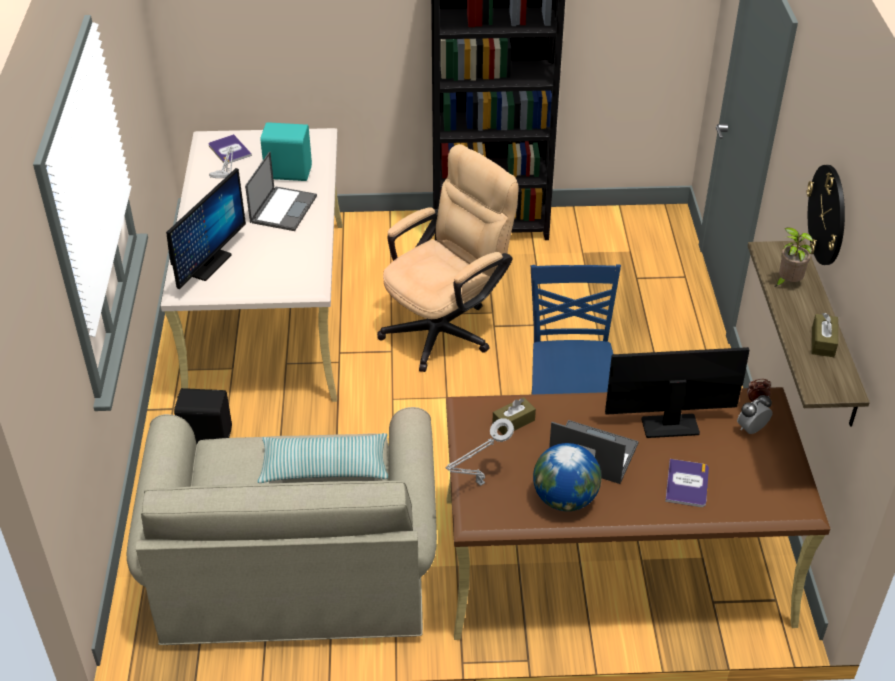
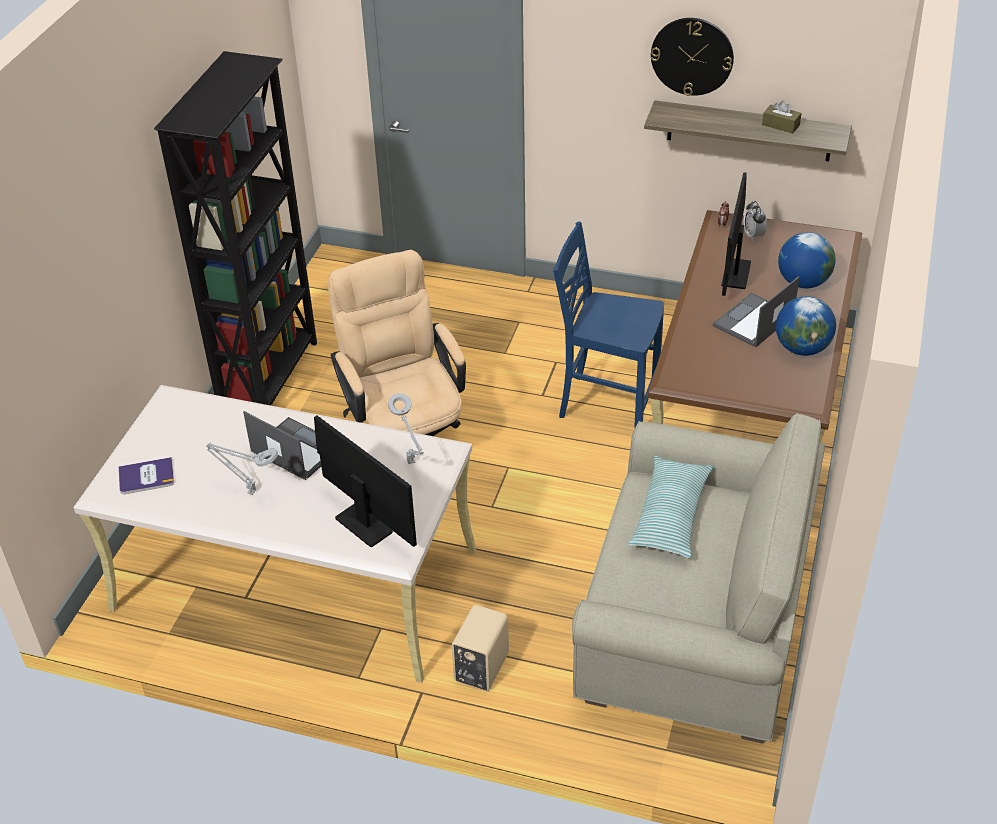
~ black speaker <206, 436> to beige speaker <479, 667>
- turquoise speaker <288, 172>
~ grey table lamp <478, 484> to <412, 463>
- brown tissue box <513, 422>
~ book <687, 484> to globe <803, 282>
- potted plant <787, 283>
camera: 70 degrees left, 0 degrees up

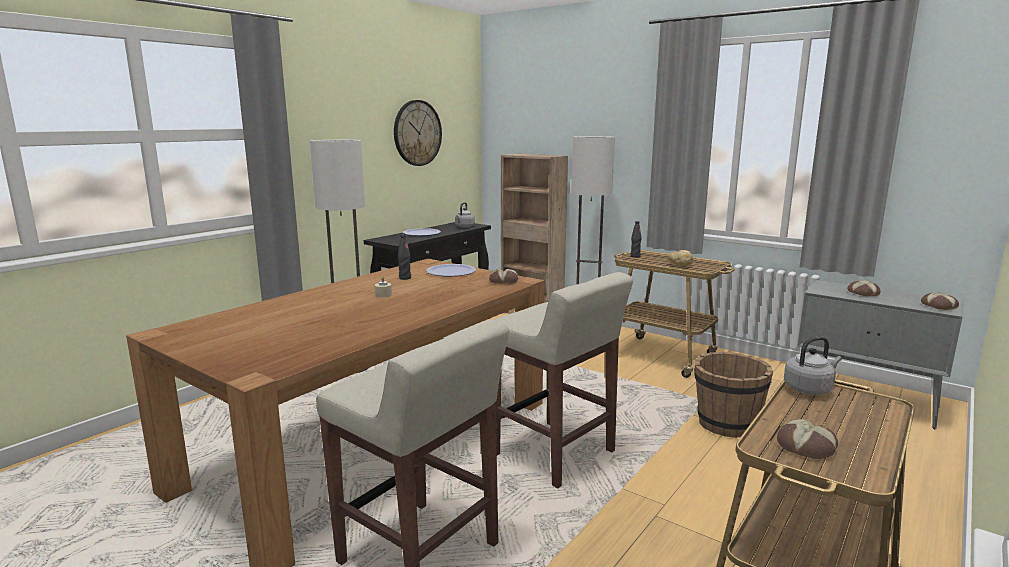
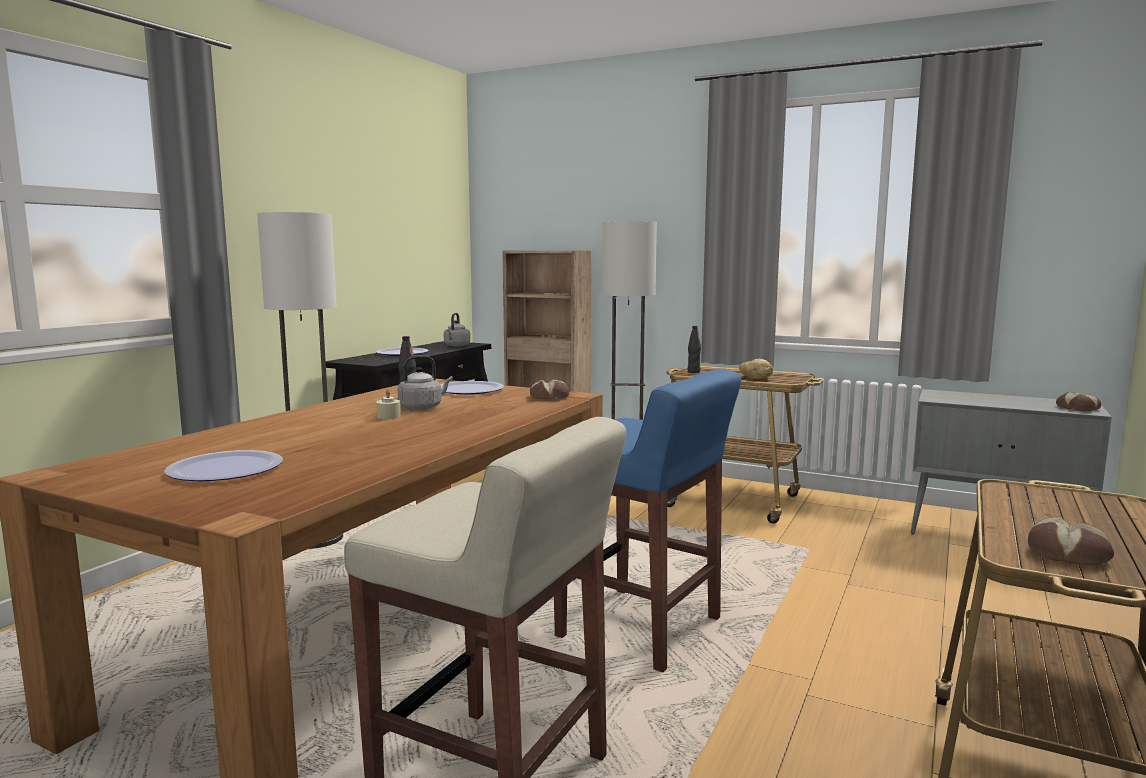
- wall clock <417, 133>
~ beige stool <555, 453> to blue stool <641, 628>
- brown bucket <726, 424>
~ grey kettle <809, 388> to <422, 407>
- bread <862, 293>
+ plate <226, 469>
camera: 10 degrees left, 5 degrees down

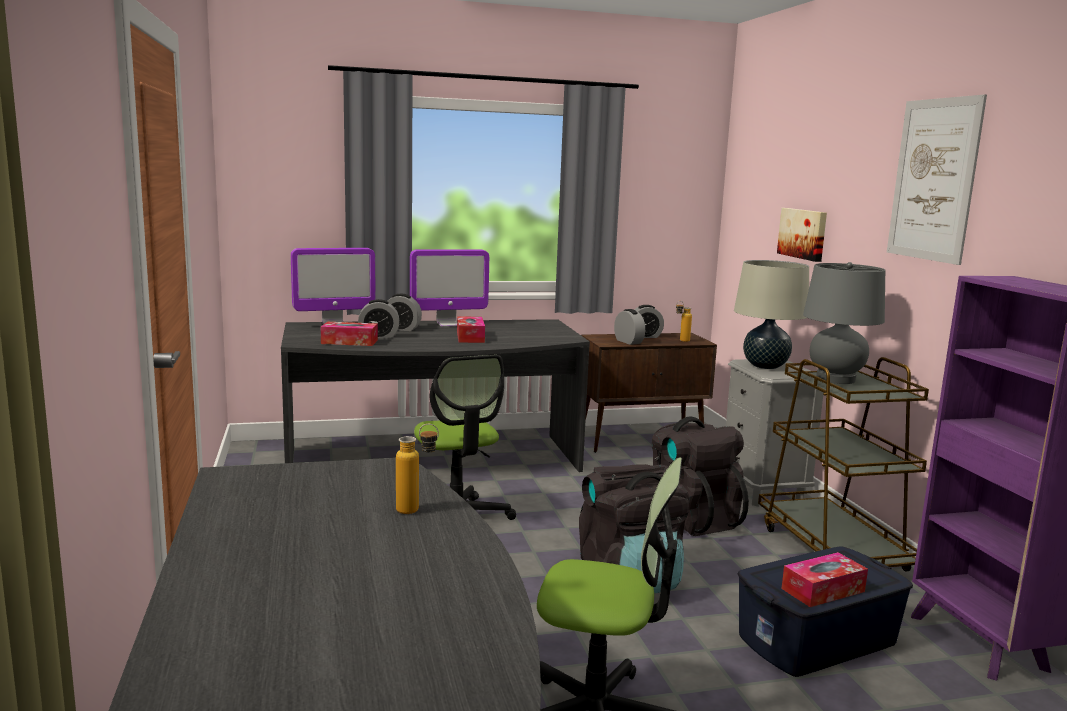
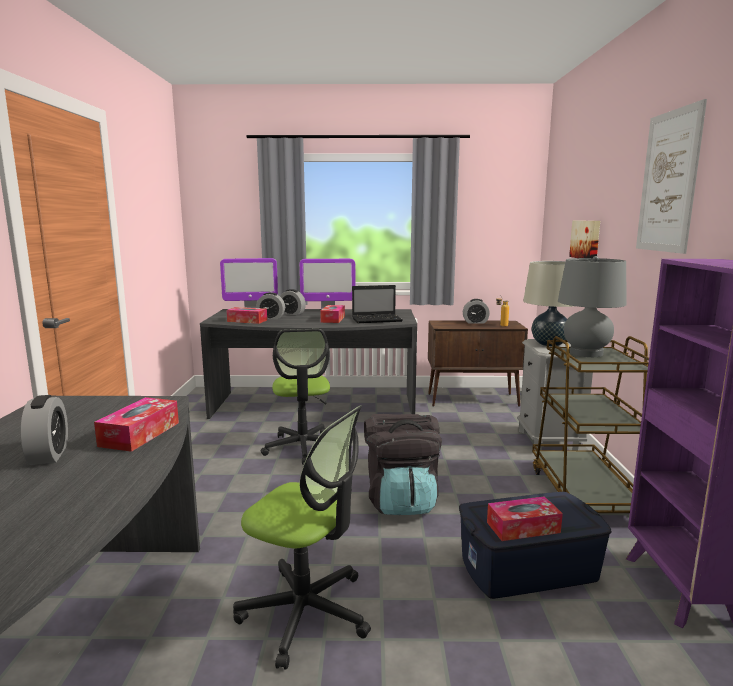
~ bottle <417, 510> to tissue box <140, 434>
~ alarm clock <628, 342> to <49, 455>
- black backpack <691, 518>
+ laptop <377, 320>
camera: 15 degrees right, 0 degrees up

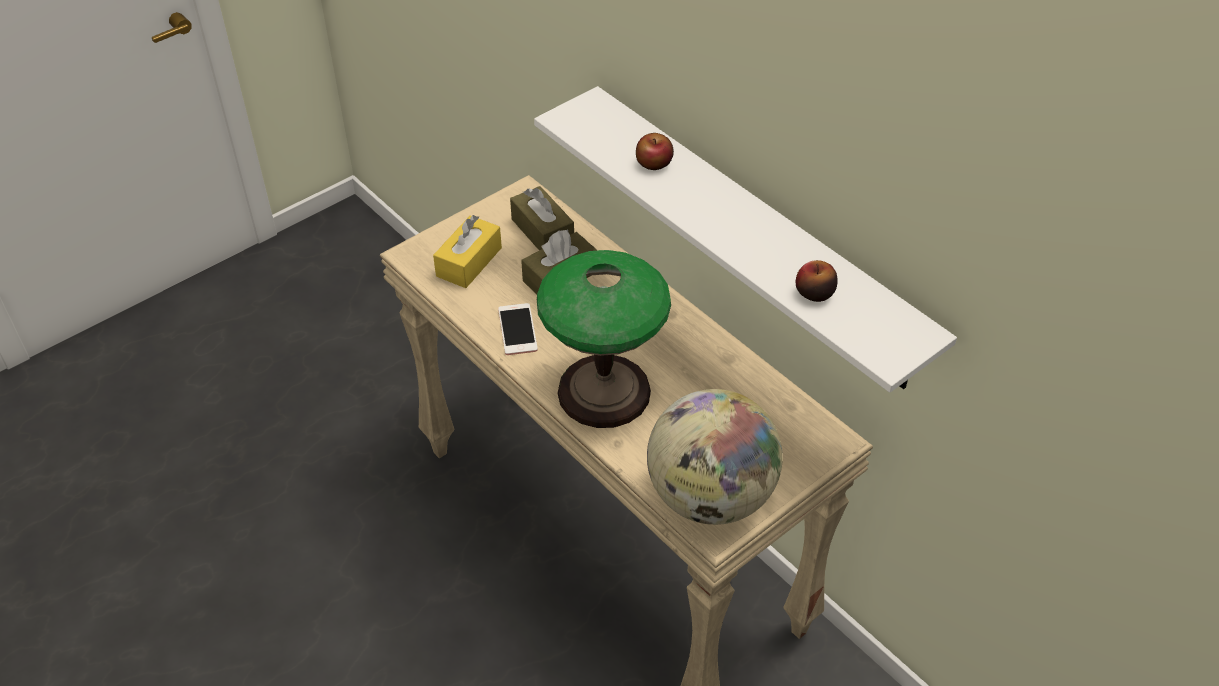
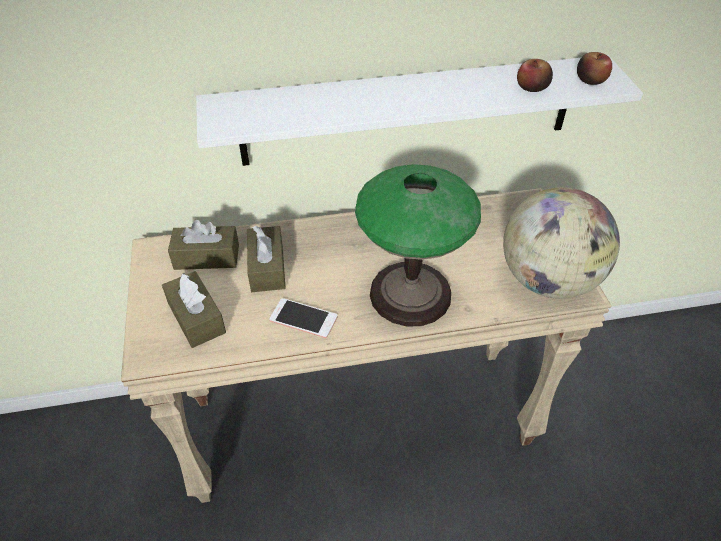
~ yellow tissue box <469, 262> to brown tissue box <196, 318>
~ apple <654, 163> to <590, 80>
camera: 60 degrees left, 0 degrees up

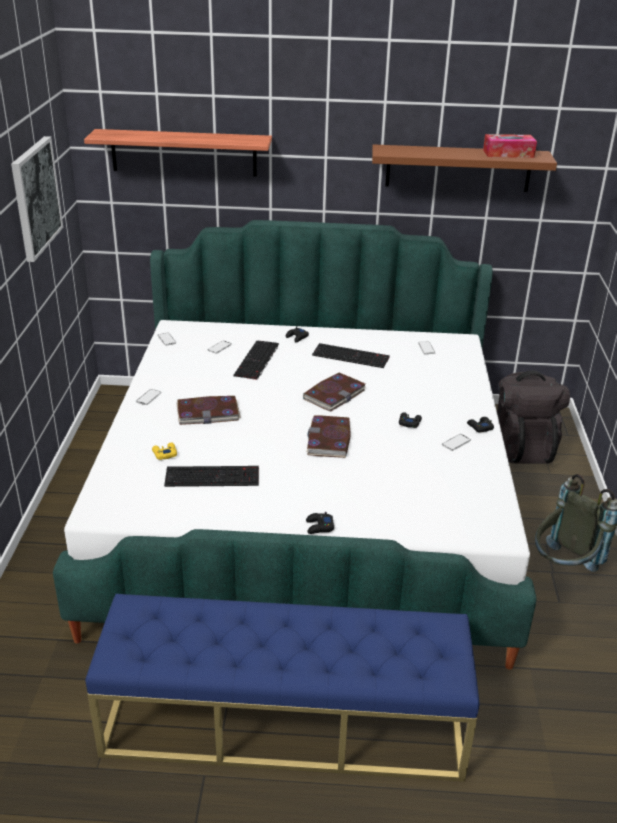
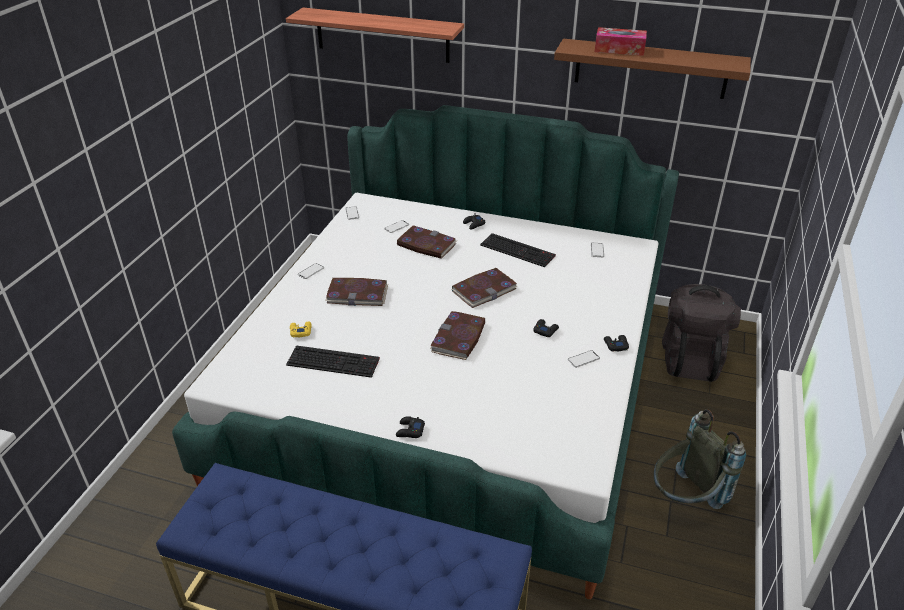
- picture <35, 197>
~ keyboard <257, 360> to book <426, 245>
~ tissue box <508, 153> to <619, 49>
camera: 15 degrees right, 5 degrees up

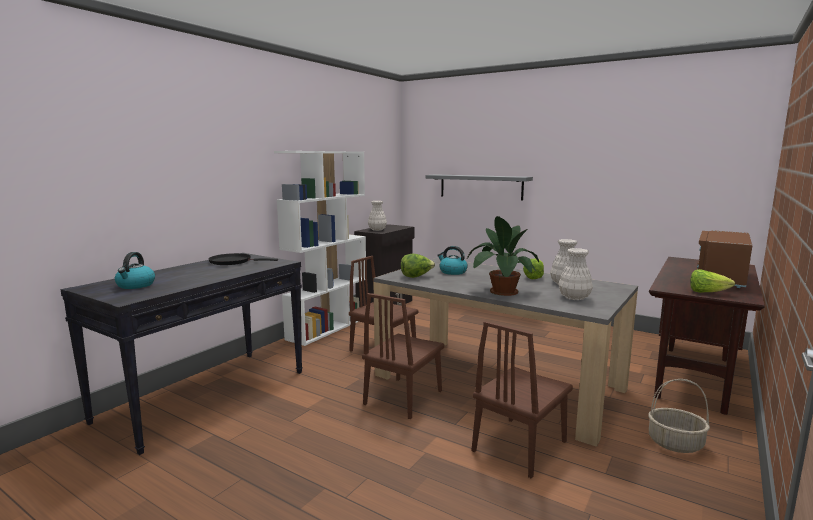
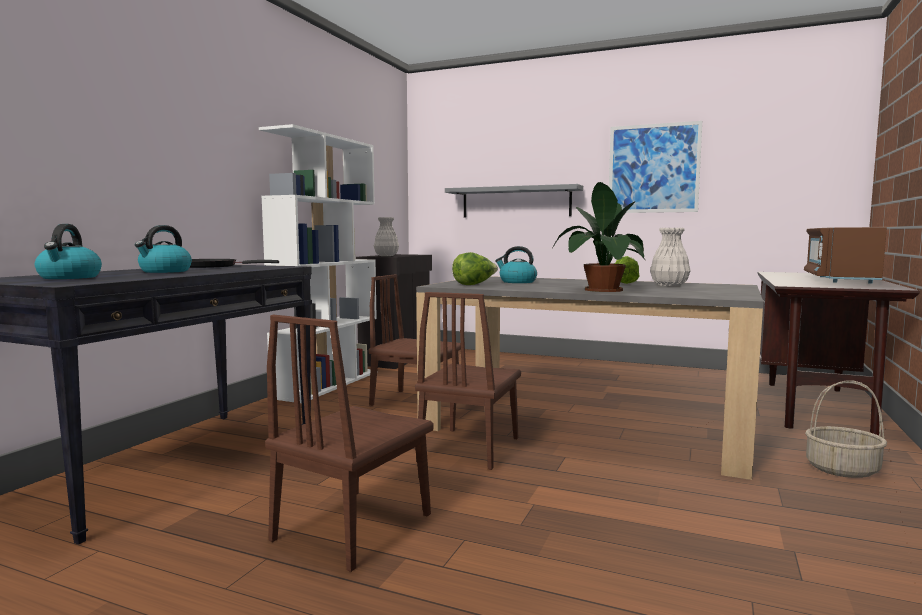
~ brown chair <519, 445> to <353, 526>
- white vase <574, 297>
- lettuce <707, 292>
+ kettle <165, 271>
+ picture <653, 168>
camera: 10 degrees left, 5 degrees down

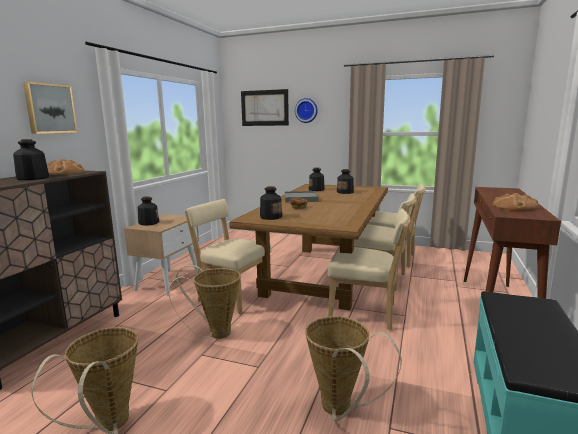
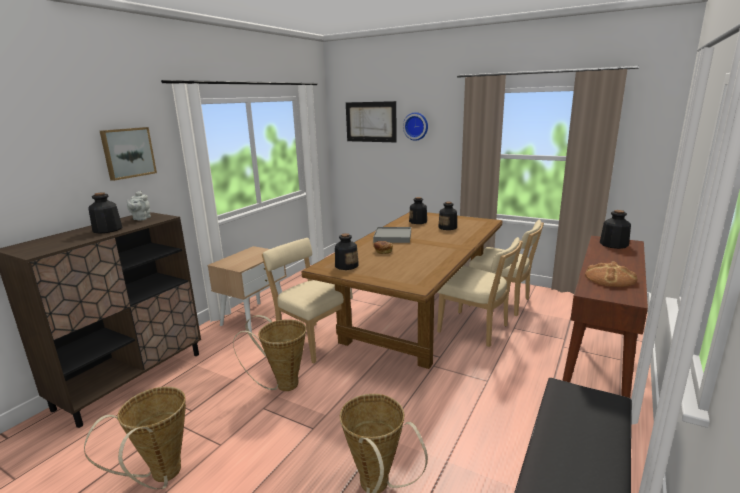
~ bread <64, 172> to grey teapot <141, 218>
~ bottle <148, 223> to <613, 244>
- beige chair <366, 314>
camera: 10 degrees right, 5 degrees up

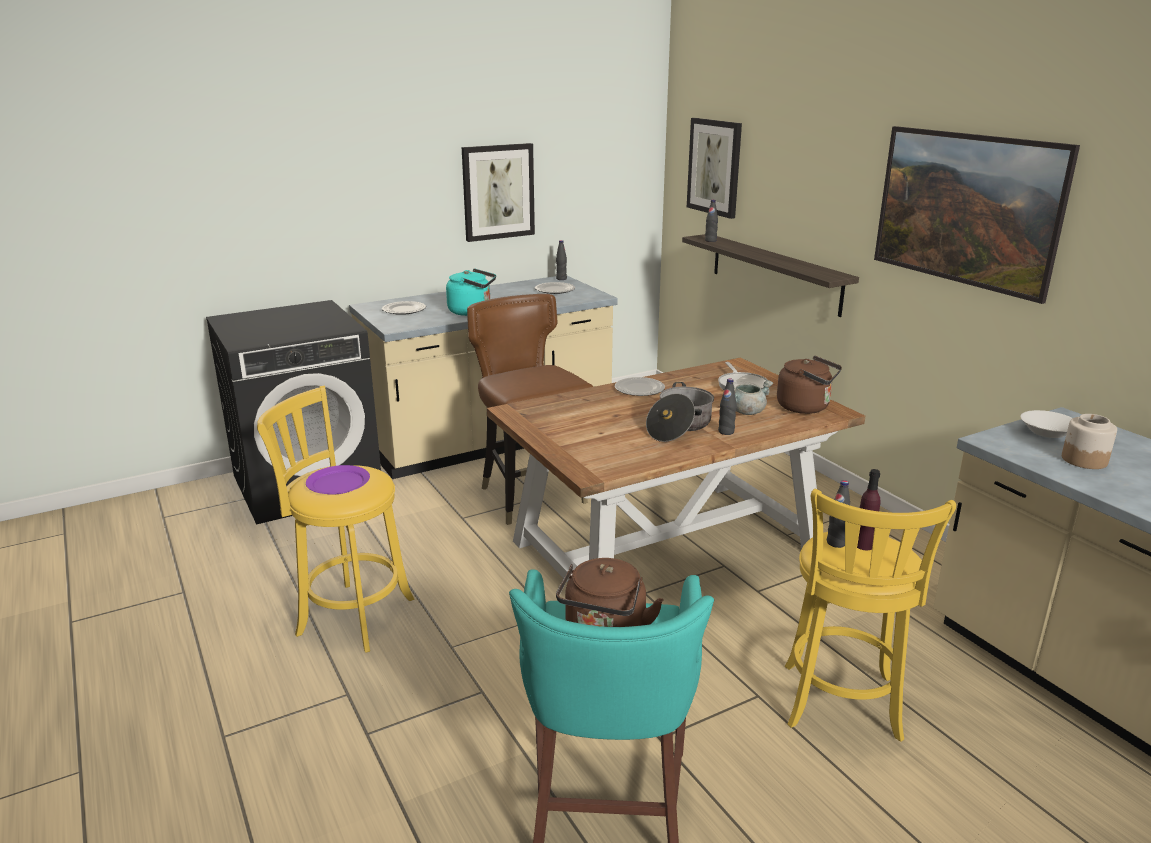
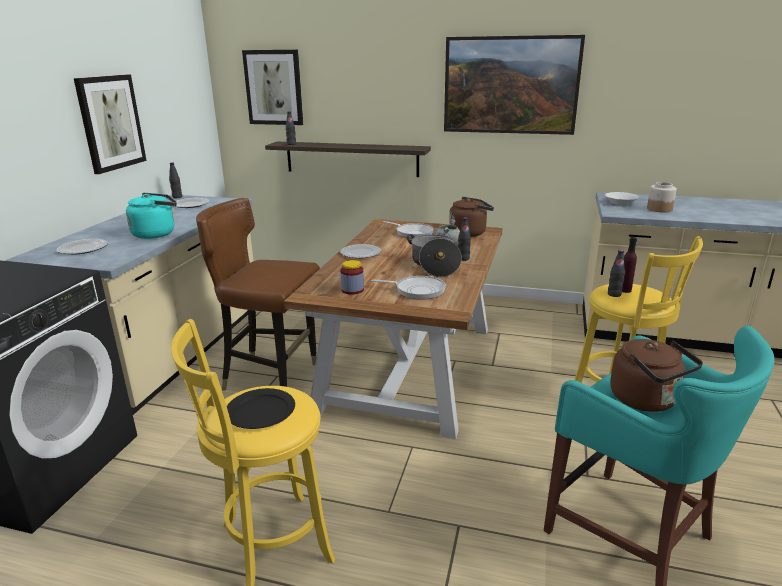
~ purple plate <338, 483> to black plate <261, 411>
+ jar <352, 290>
+ frying pan <417, 290>
camera: 45 degrees left, 0 degrees up

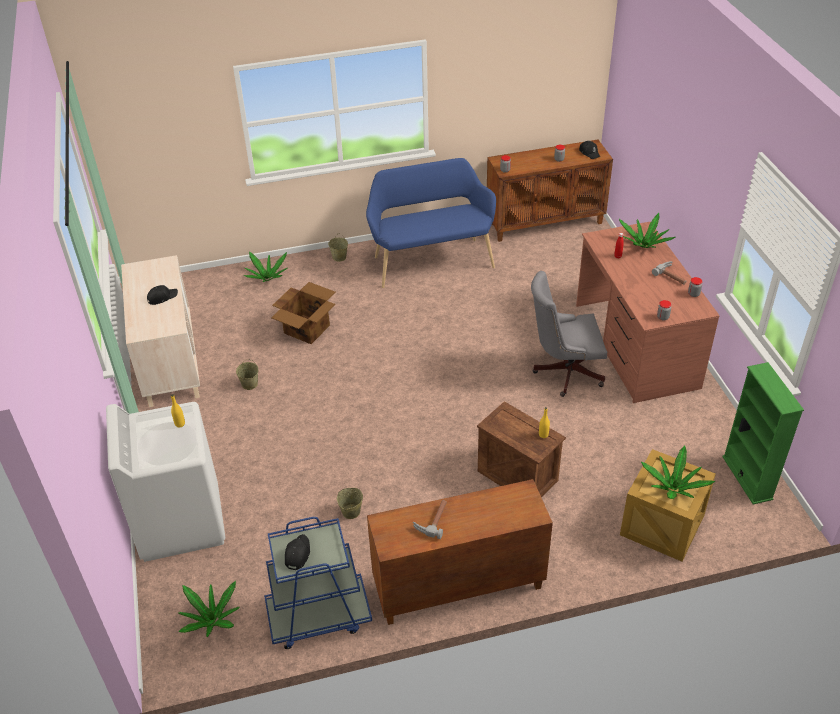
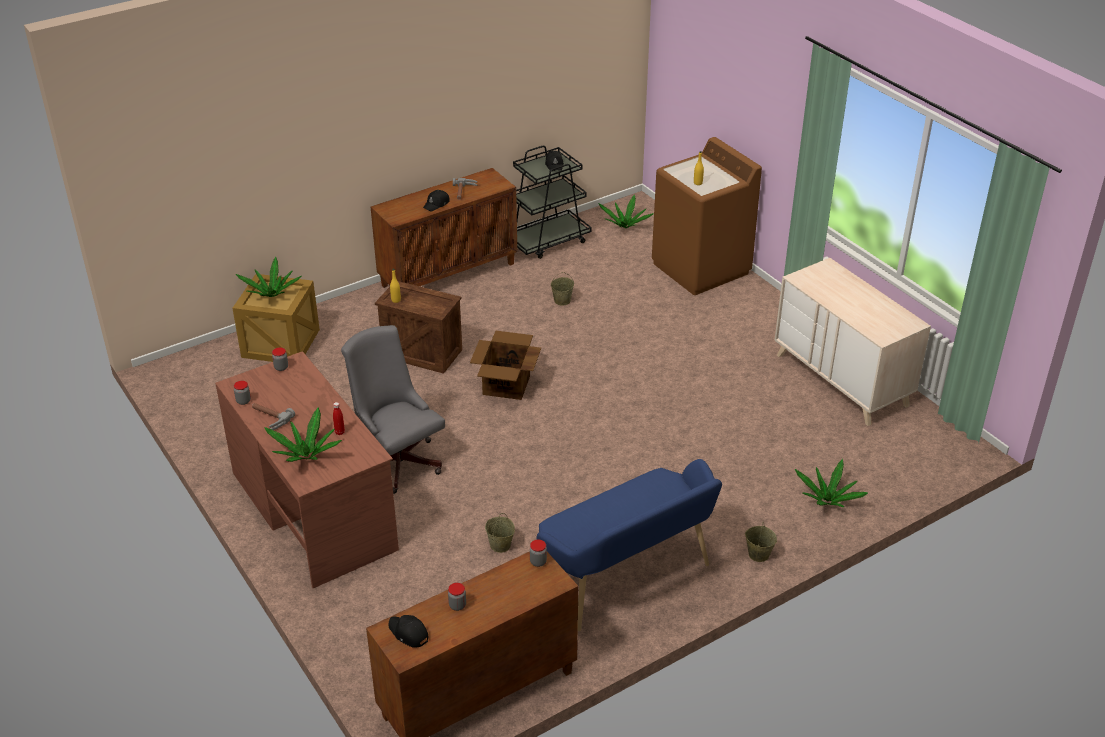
~ white washing machine <180, 521> to brown washing machine <701, 268>
~ black cap <162, 297> to <436, 204>
~ beige bucket <249, 384> to <500, 545>
~ blue cart <318, 616> to black cart <548, 241>
~ cardboard box <307, 329> to <506, 385>
~ grey office chair <564, 372> = <397, 459> 105 degrees counterclockwise
- green bookcase <747, 477>
camera: 160 degrees right, 5 degrees down

